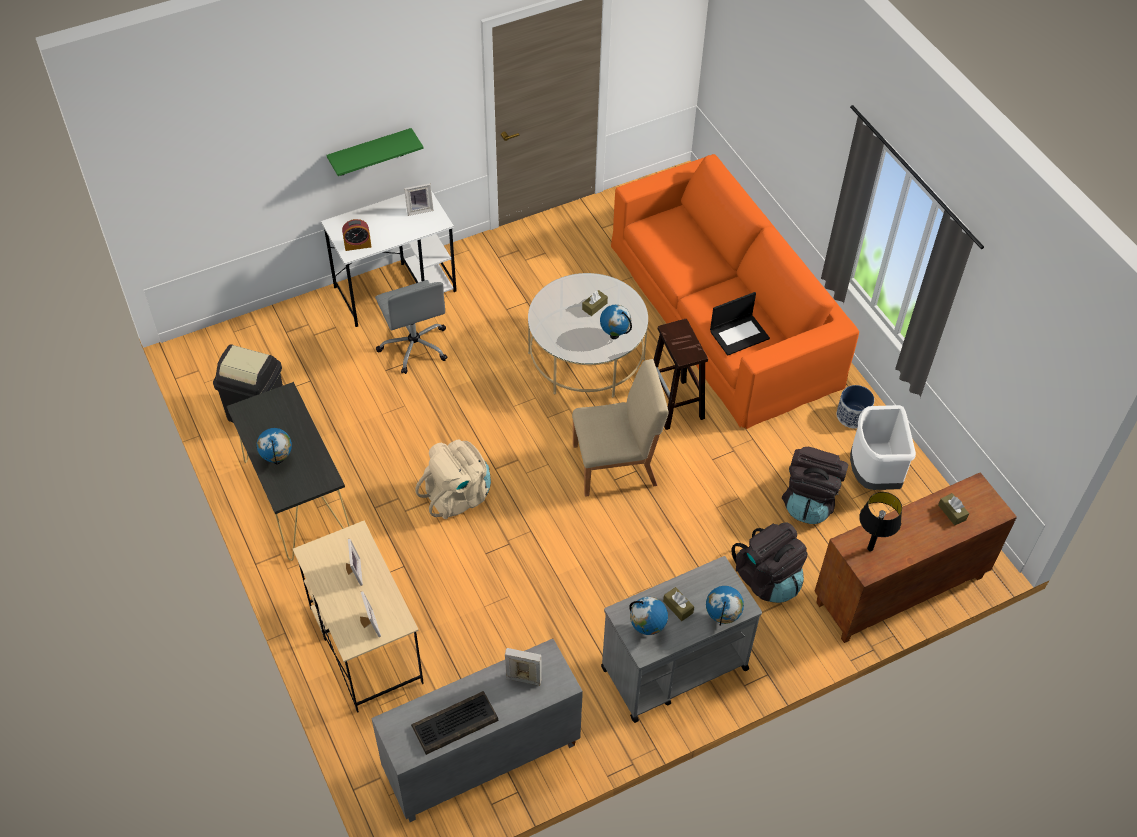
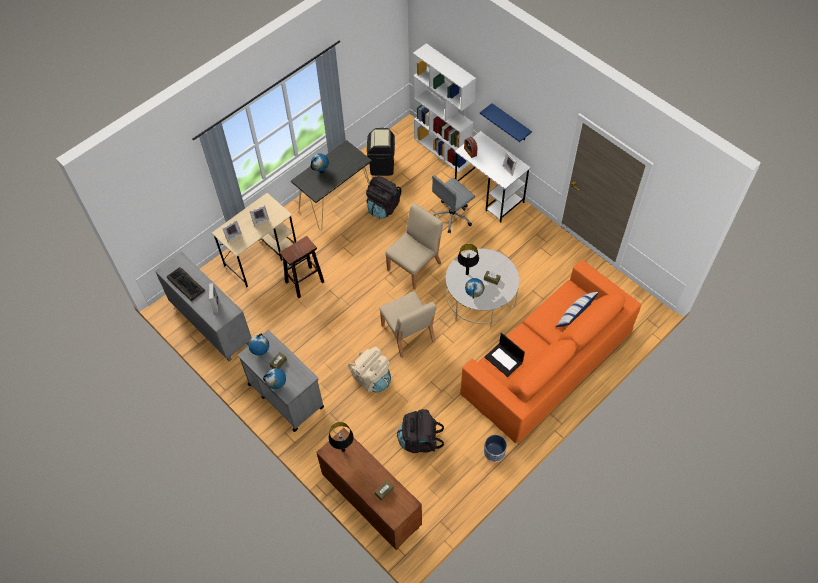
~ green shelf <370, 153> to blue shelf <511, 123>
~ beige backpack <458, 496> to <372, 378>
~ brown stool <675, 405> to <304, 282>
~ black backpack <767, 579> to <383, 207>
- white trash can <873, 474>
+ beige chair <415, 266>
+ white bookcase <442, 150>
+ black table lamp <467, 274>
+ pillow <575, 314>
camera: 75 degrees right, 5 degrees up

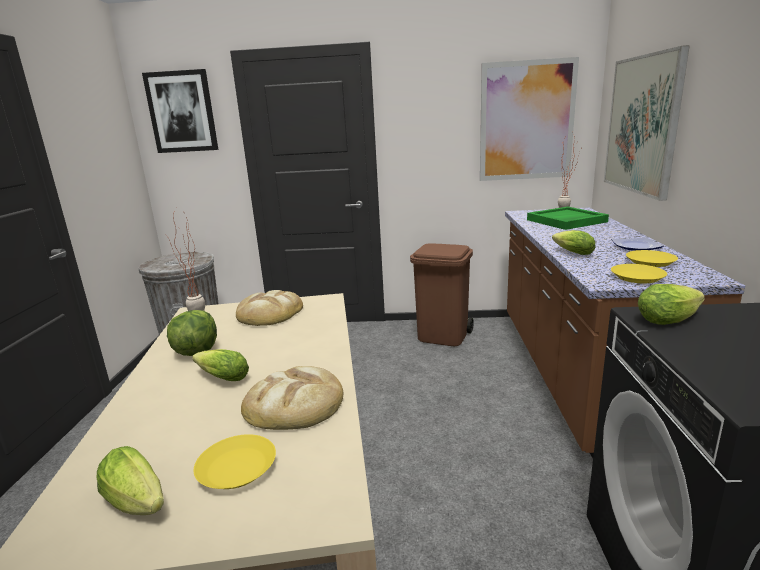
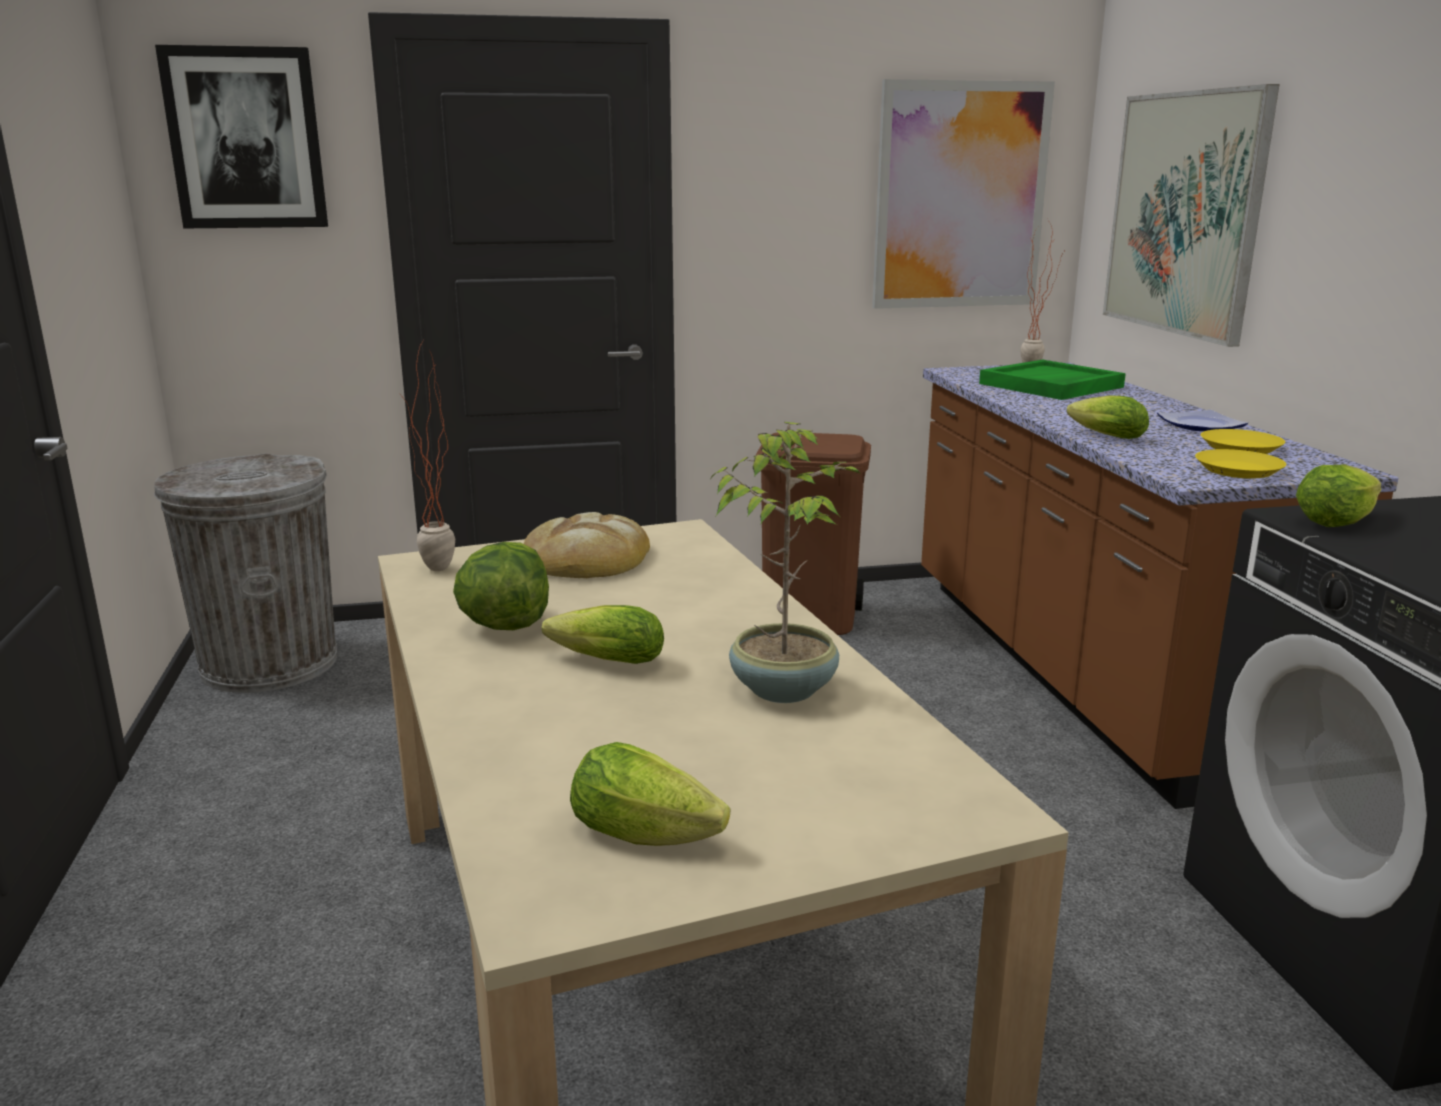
- yellow plate <236, 468>
~ bread <295, 404> to potted plant <784, 688>
camera: 15 degrees left, 0 degrees up

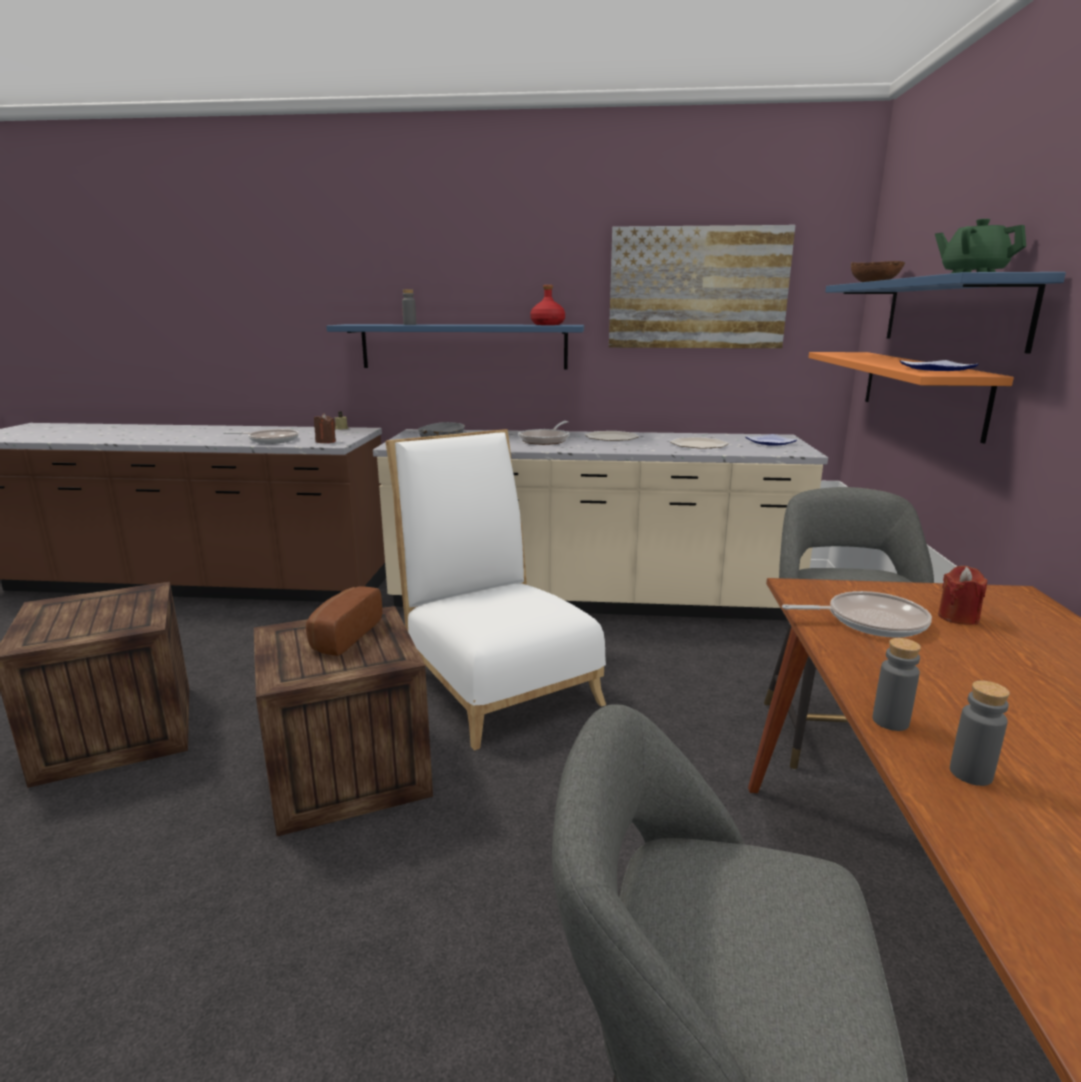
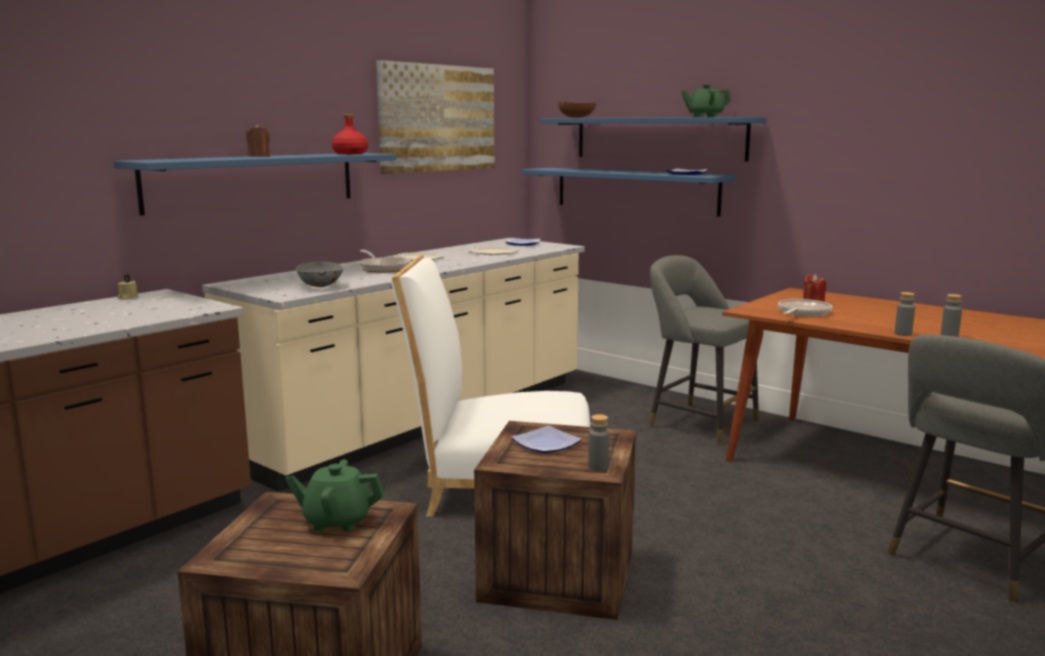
- frying pan <271, 440>
~ bread <342, 636> to plate <546, 444>
~ brown candle <326, 441> to <259, 157>
~ grey bottle <409, 324> to <598, 466>
~ orange shelf <920, 390> to blue shelf <635, 190>
+ green teapot <337, 521>
camera: 55 degrees left, 5 degrees down

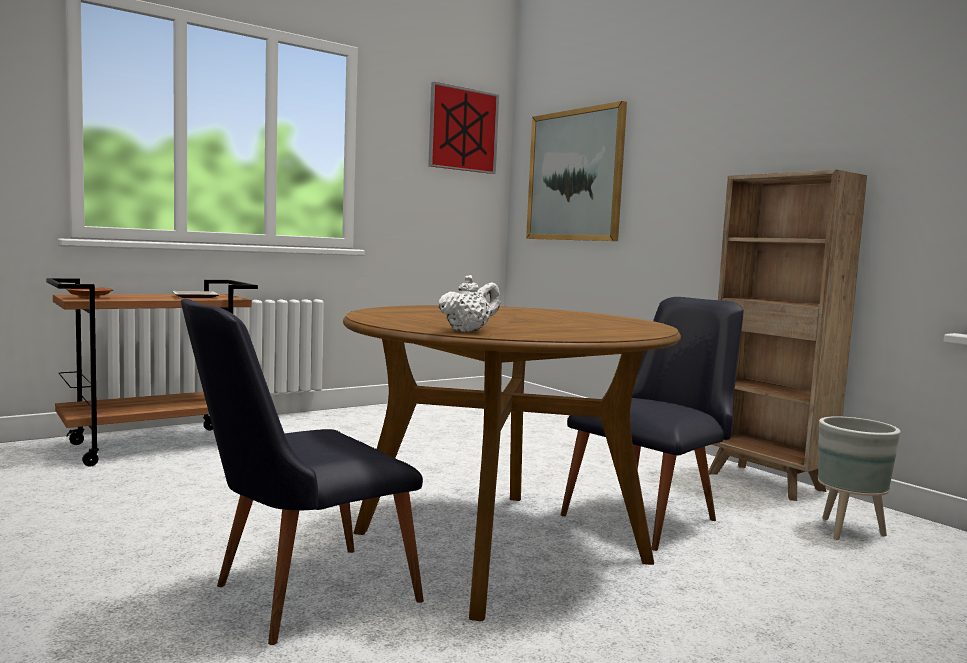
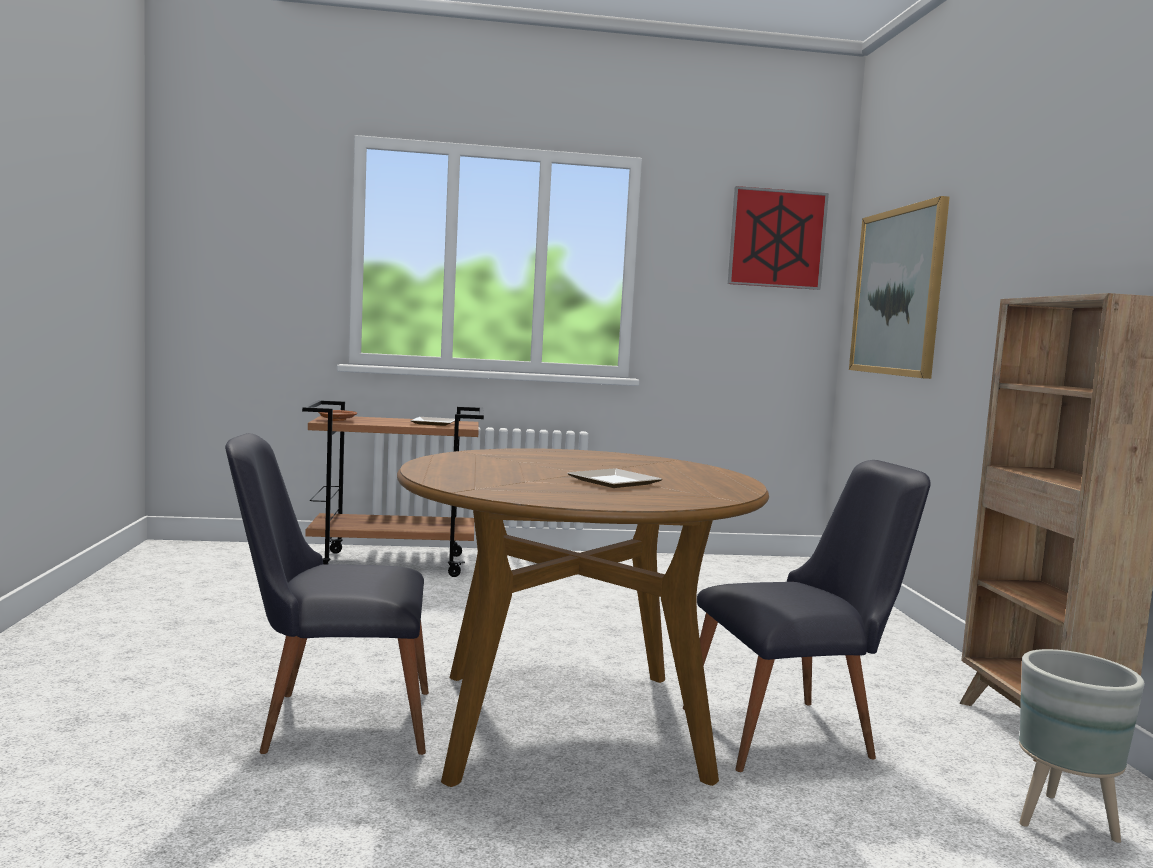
- white teapot <468, 331>
+ plate <614, 483>
camera: 30 degrees right, 0 degrees up

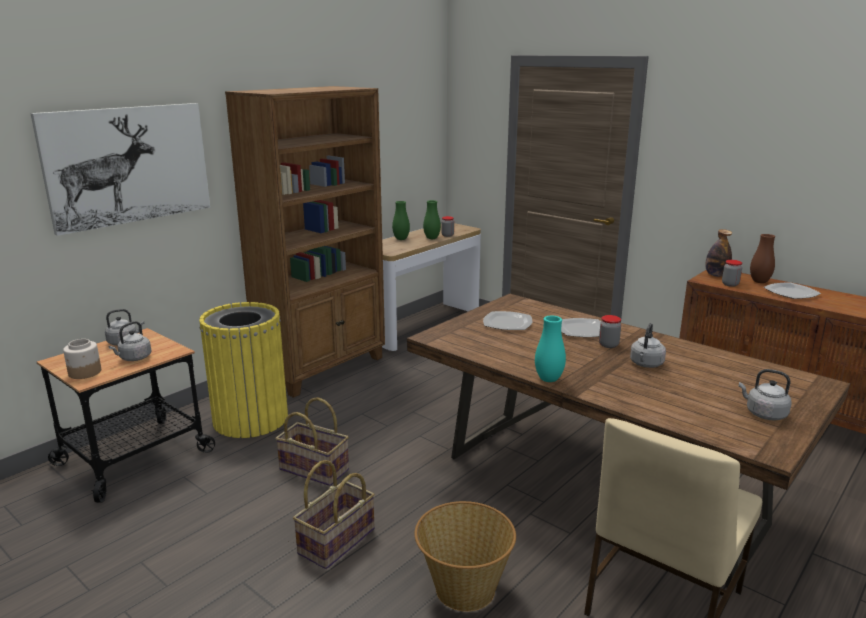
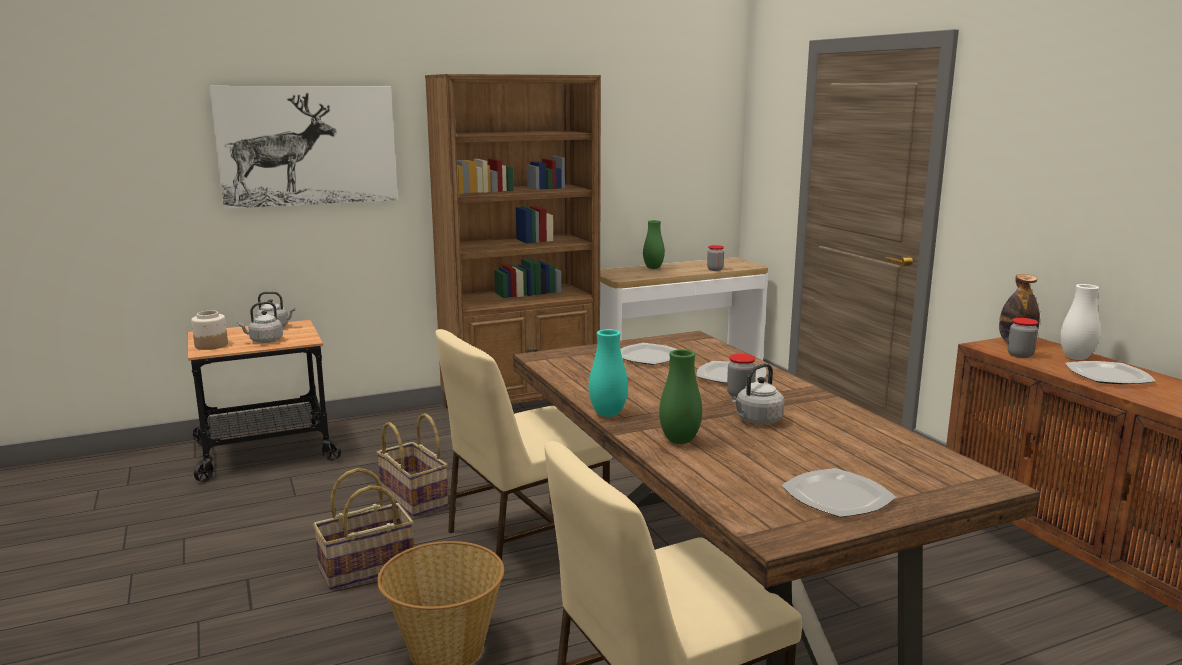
- yellow trash can <250, 419>
~ green vase <432, 238> to <679, 441>
~ grey kettle <763, 414> to plate <836, 496>
~ brown vase <759, 282> to white vase <1076, 358>
+ beige chair <523, 538>
camera: 25 degrees right, 5 degrees down

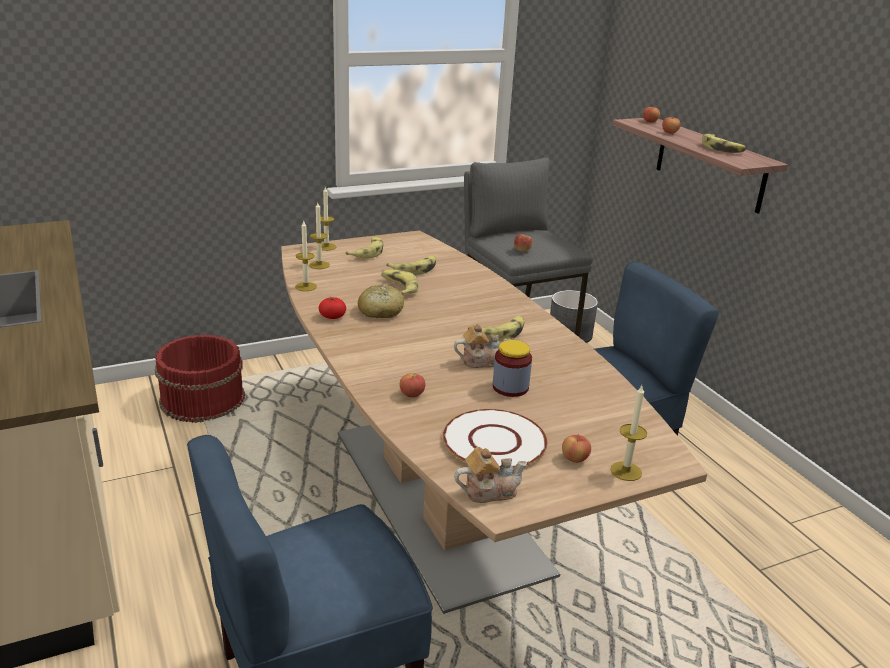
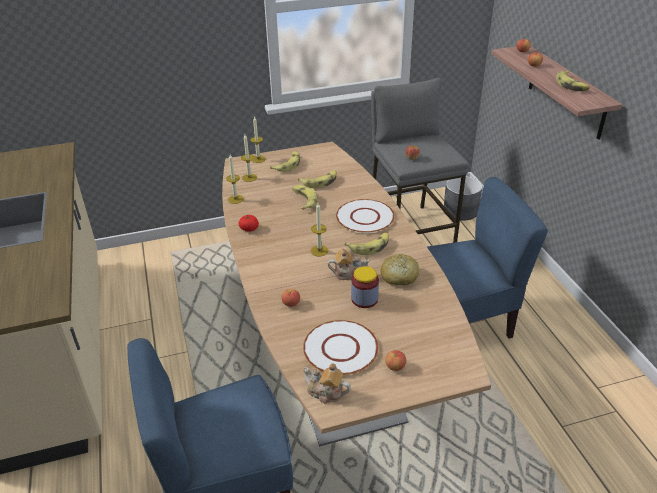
- red bucket <201, 399>
~ bread <380, 311> to <399, 276>
~ teapot <488, 491> = <325, 392> 150 degrees counterclockwise
~ candle <626, 471> to <319, 251>
+ white plate <364, 217>
camera: 10 degrees right, 10 degrees up

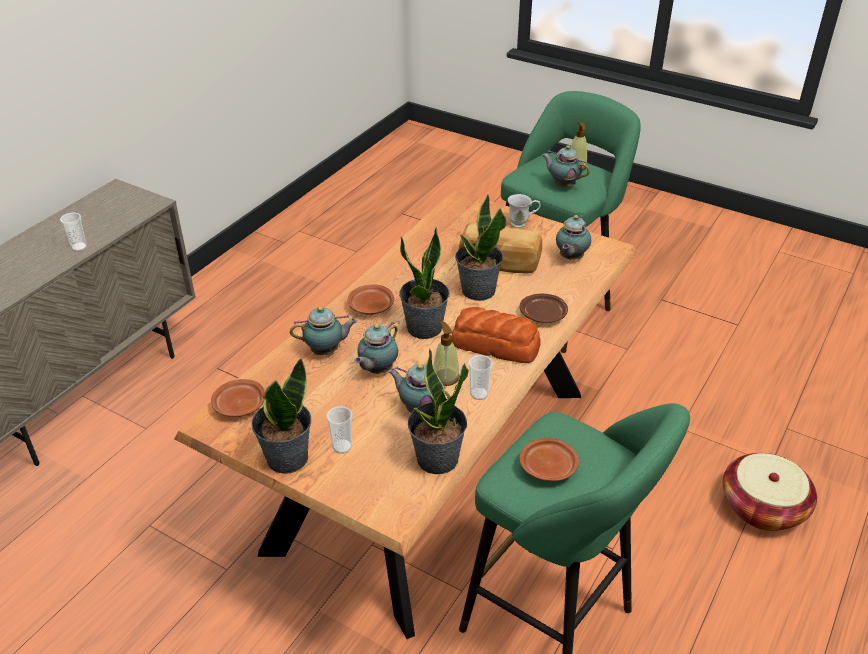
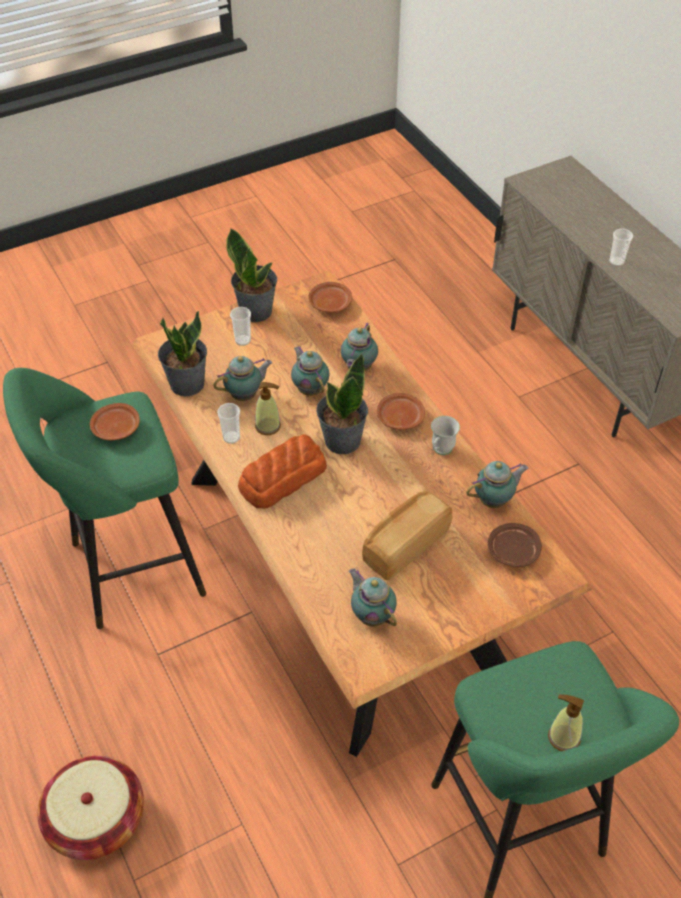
- potted plant <478, 291>
~ white mug <522, 224> to <440, 452>
~ brown plate <543, 315> to <513, 551>
~ teapot <562, 185> to <494, 500>
camera: 120 degrees right, 10 degrees up

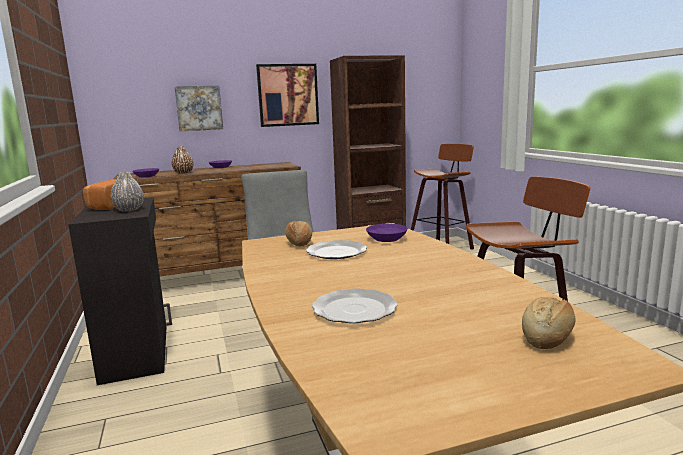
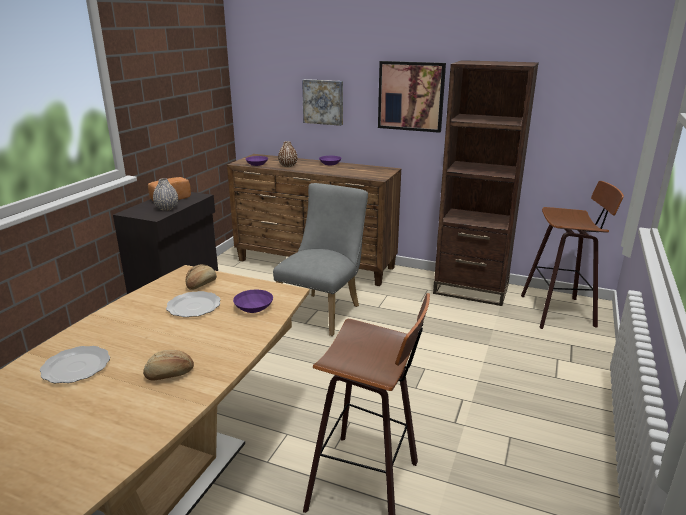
~ bread <547, 336> to <169, 374>
camera: 40 degrees right, 10 degrees up

